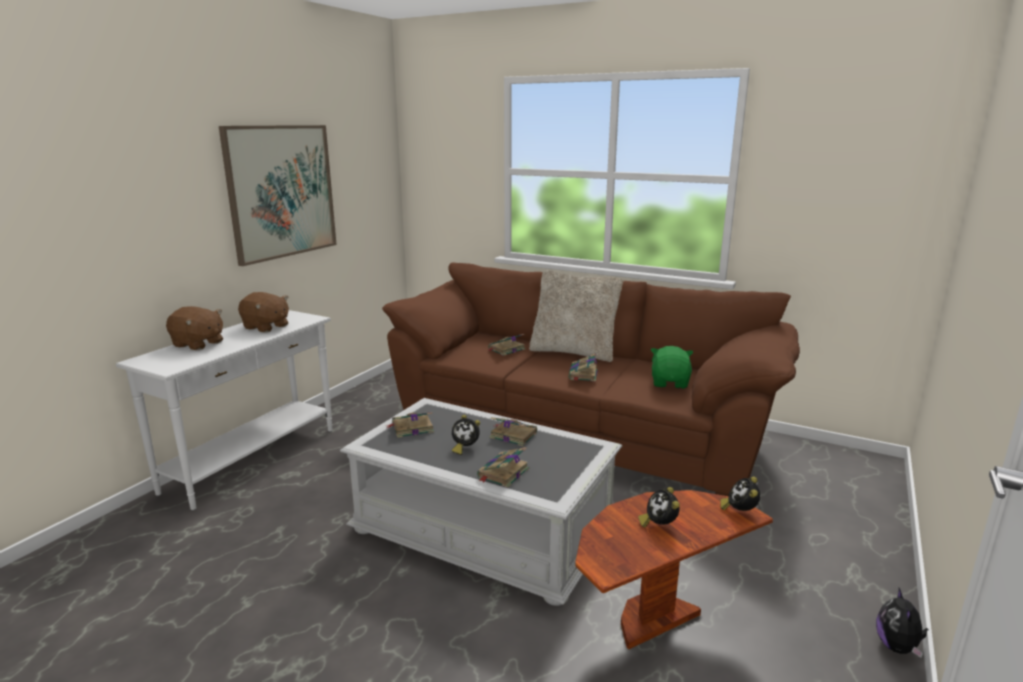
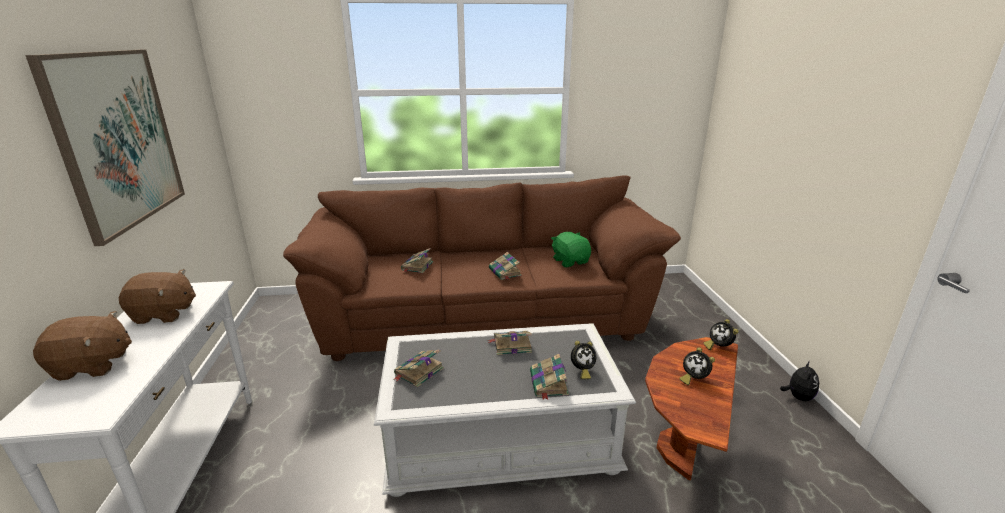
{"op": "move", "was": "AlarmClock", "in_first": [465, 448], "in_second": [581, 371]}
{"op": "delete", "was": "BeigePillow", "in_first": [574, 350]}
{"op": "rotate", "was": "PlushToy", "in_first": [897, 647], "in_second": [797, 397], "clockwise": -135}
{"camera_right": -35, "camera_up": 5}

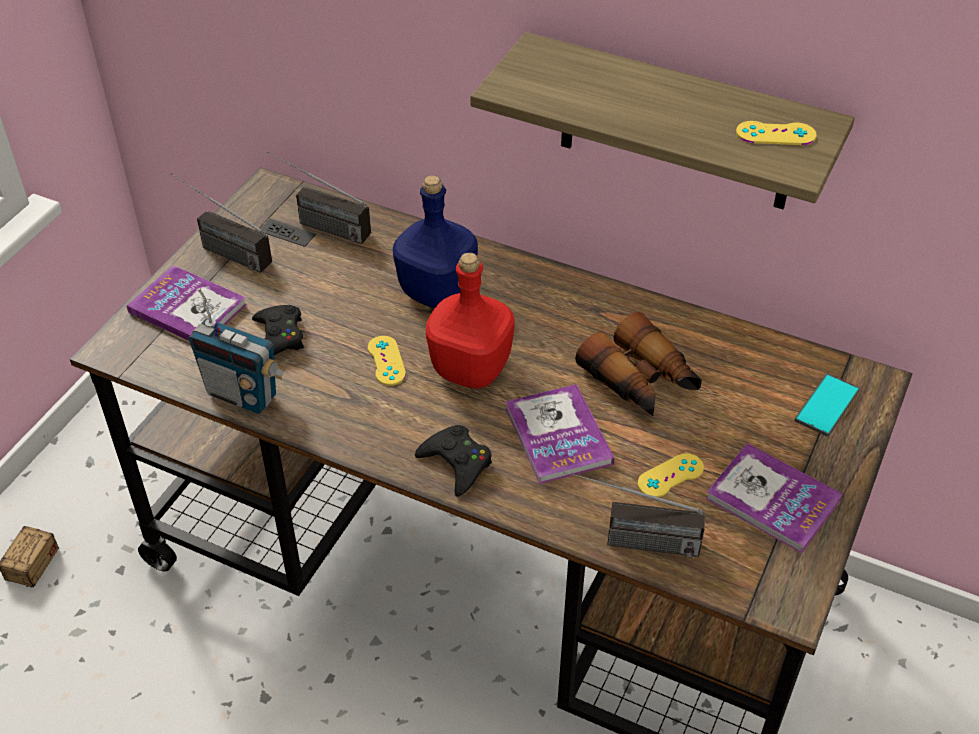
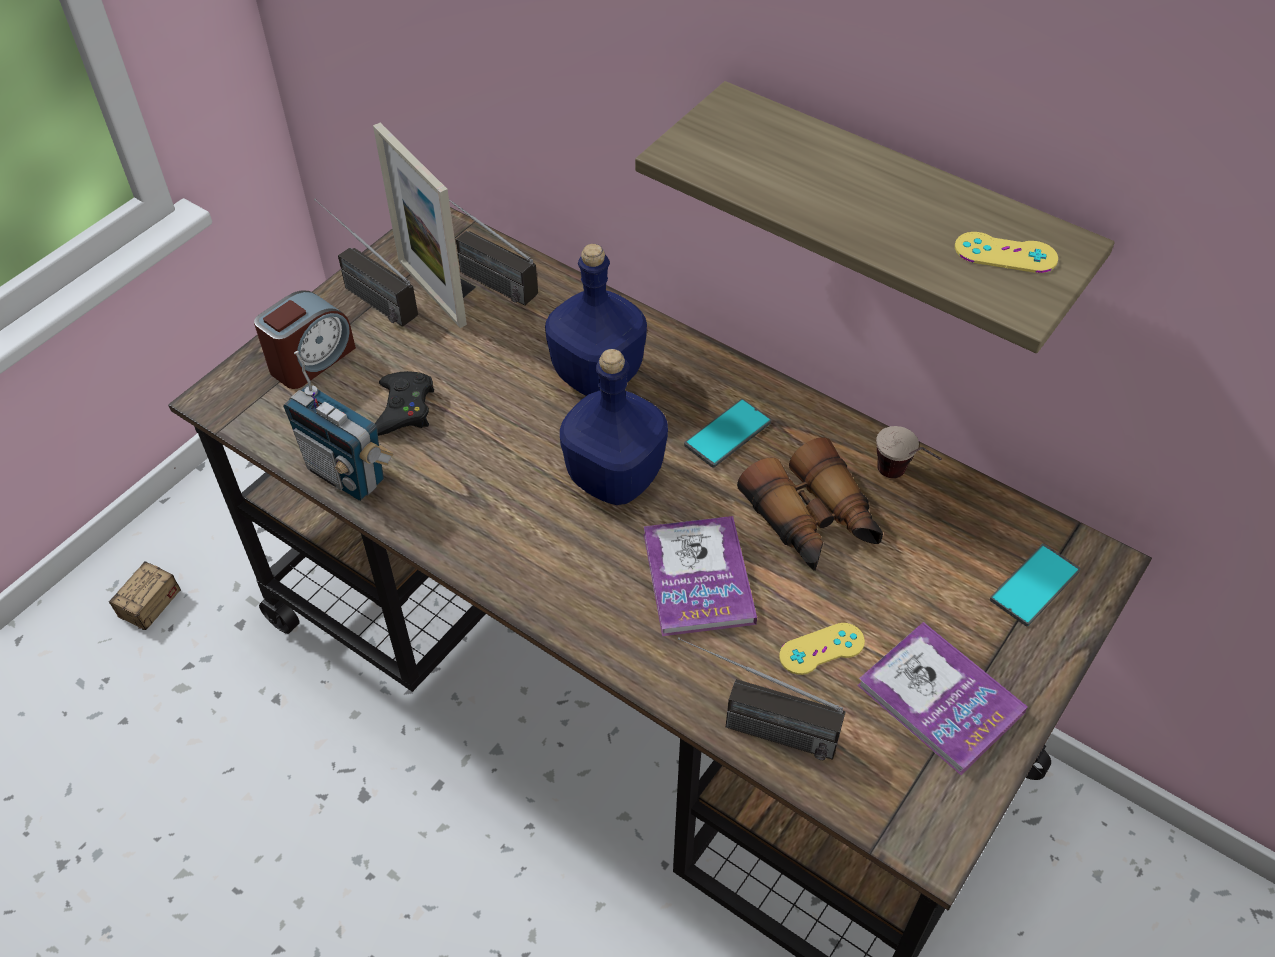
{"op": "replace", "was": "Book", "now": "AlarmClock", "in_first": [188, 308], "in_second": [311, 360]}
{"op": "delete", "was": "YellowGameController", "in_first": [386, 361]}
{"op": "delete", "was": "BlackGameController", "in_first": [456, 463]}
{"op": "recolor", "was": "RedBottle", "now": "BlueBottle", "in_first": [469, 368], "in_second": [613, 477]}
{"op": "insert", "now": "PictureFrame", "in_second": [431, 292]}
{"op": "insert", "now": "Phone", "in_second": [728, 434]}
{"op": "insert", "now": "Cup", "in_second": [902, 479]}
{"camera_right": 10, "camera_up": 5}

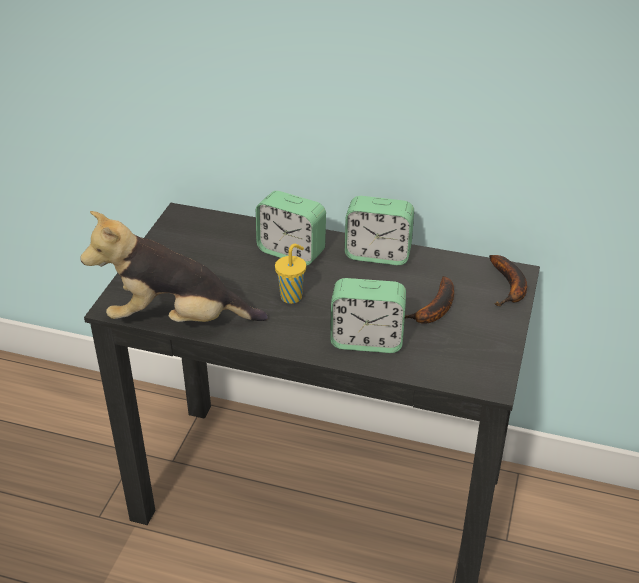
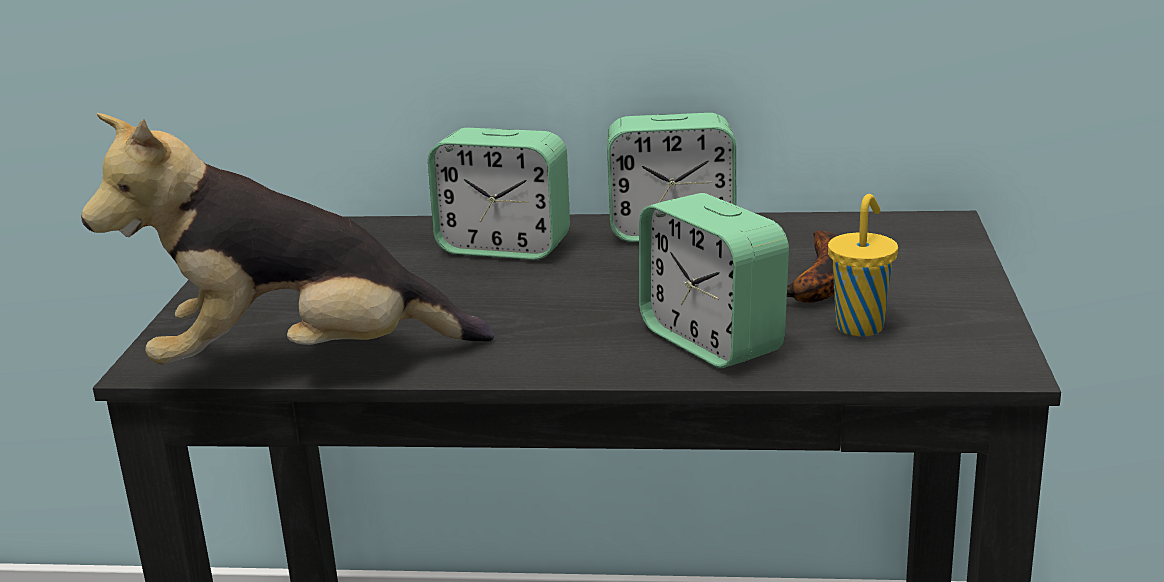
{"op": "move", "was": "YellowCup", "in_first": [292, 296], "in_second": [860, 326]}
{"op": "rotate", "was": "AlarmClock", "in_first": [367, 340], "in_second": [711, 341], "clockwise": 60}
{"op": "delete", "was": "Banana", "in_first": [509, 287]}
{"camera_right": -10, "camera_up": -15}

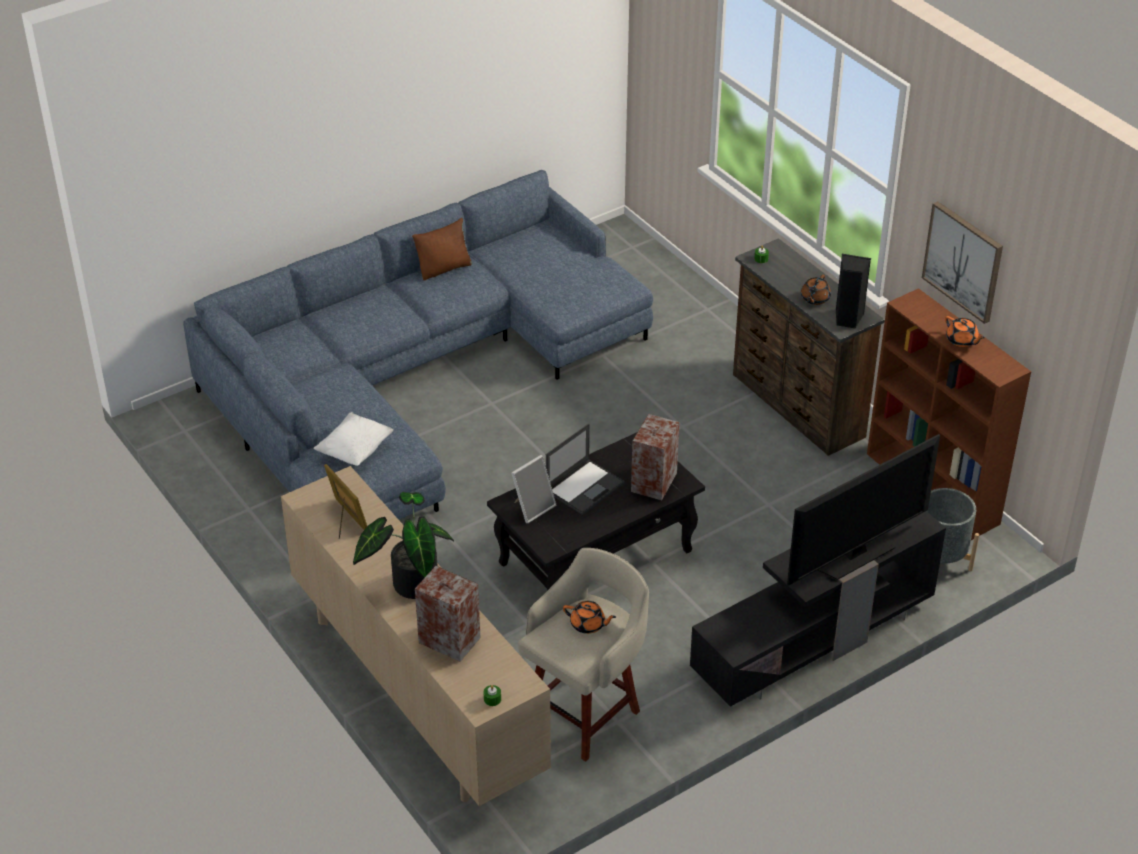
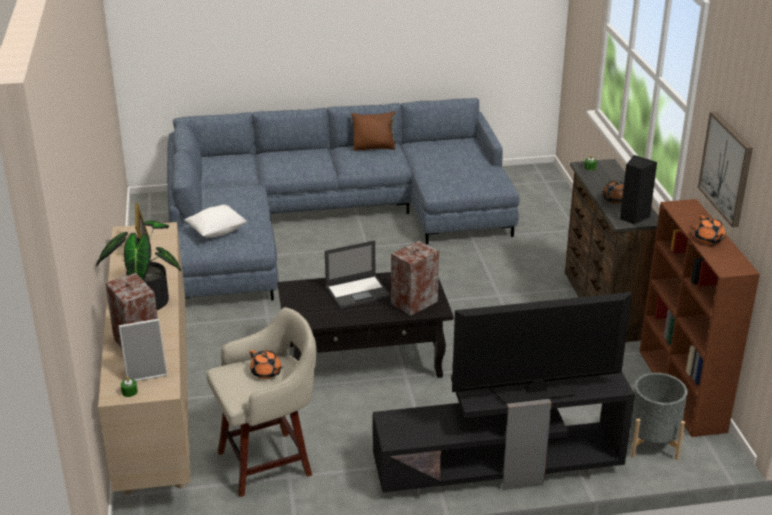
{"op": "move", "was": "PictureFrame", "in_first": [532, 507], "in_second": [146, 371]}
{"camera_right": 25, "camera_up": -10}

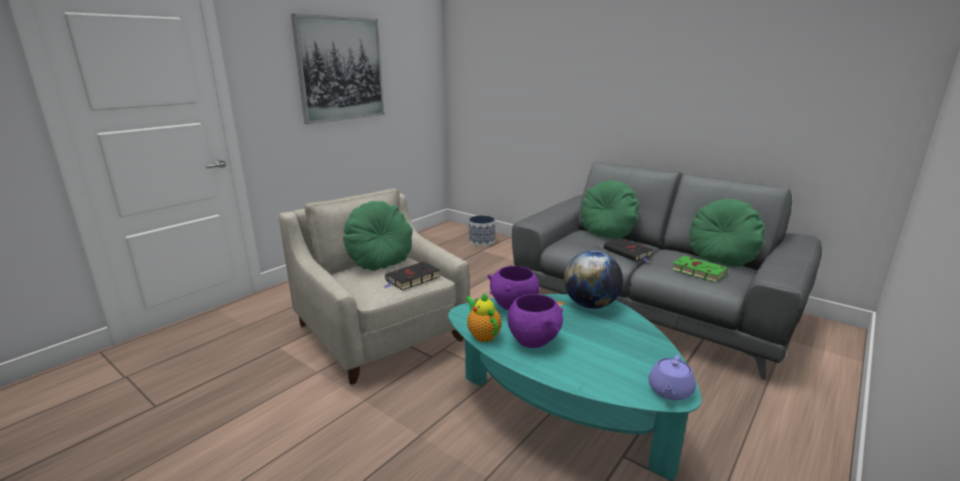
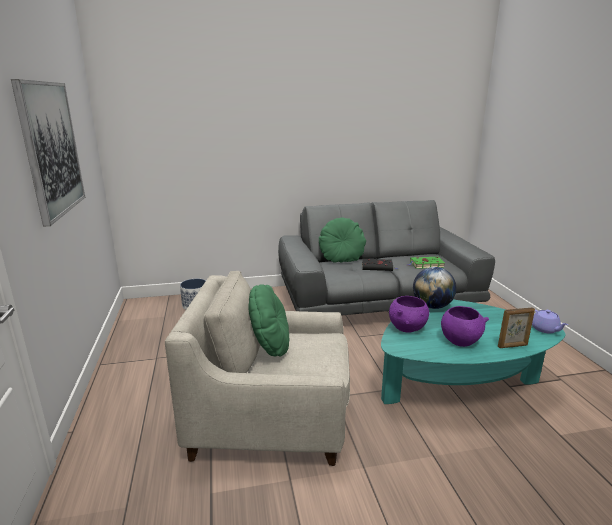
{"op": "delete", "was": "BlackBook", "in_first": [411, 279]}
{"op": "delete", "was": "Teapot", "in_first": [483, 335]}
{"op": "delete", "was": "GreenPillow", "in_first": [721, 261]}
{"op": "insert", "now": "PictureFrame", "in_second": [513, 346]}
{"camera_right": -50, "camera_up": 0}

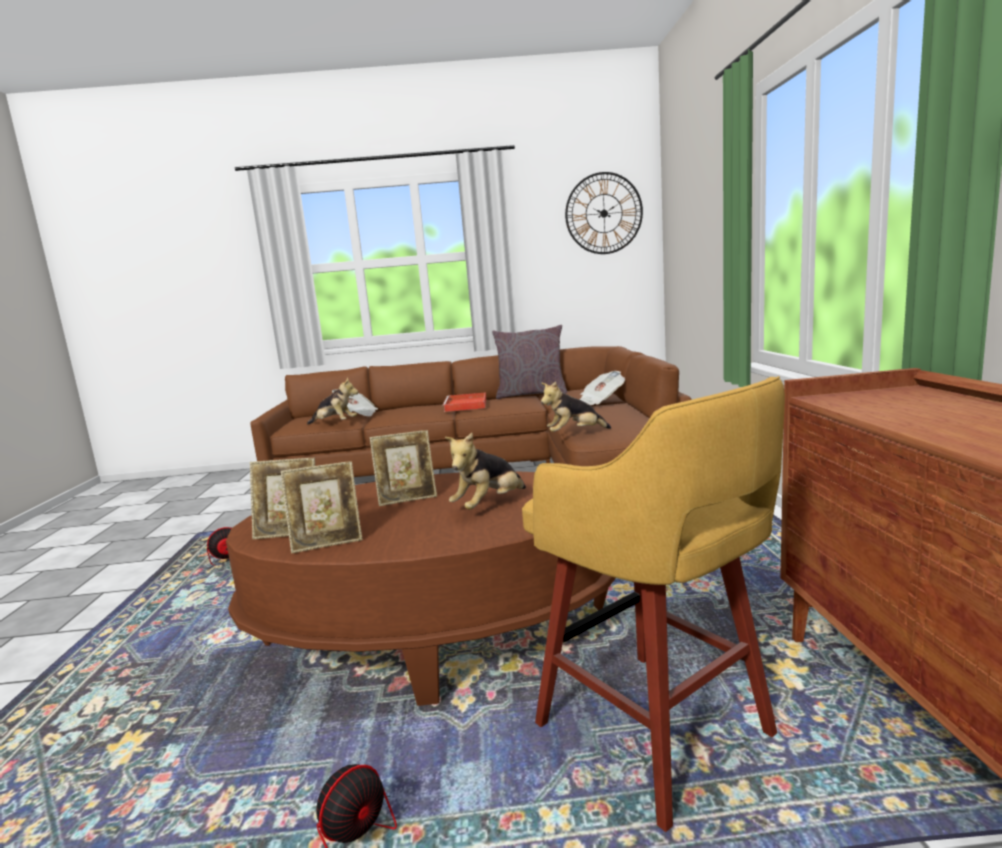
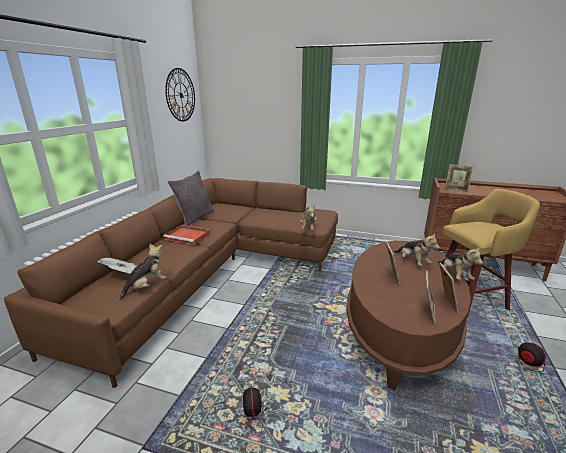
{"op": "delete", "was": "Newspaper", "in_first": [599, 402]}
{"op": "insert", "now": "PlushToy", "in_second": [455, 275]}
{"op": "insert", "now": "PictureFrame", "in_second": [456, 189]}
{"camera_right": -70, "camera_up": 10}

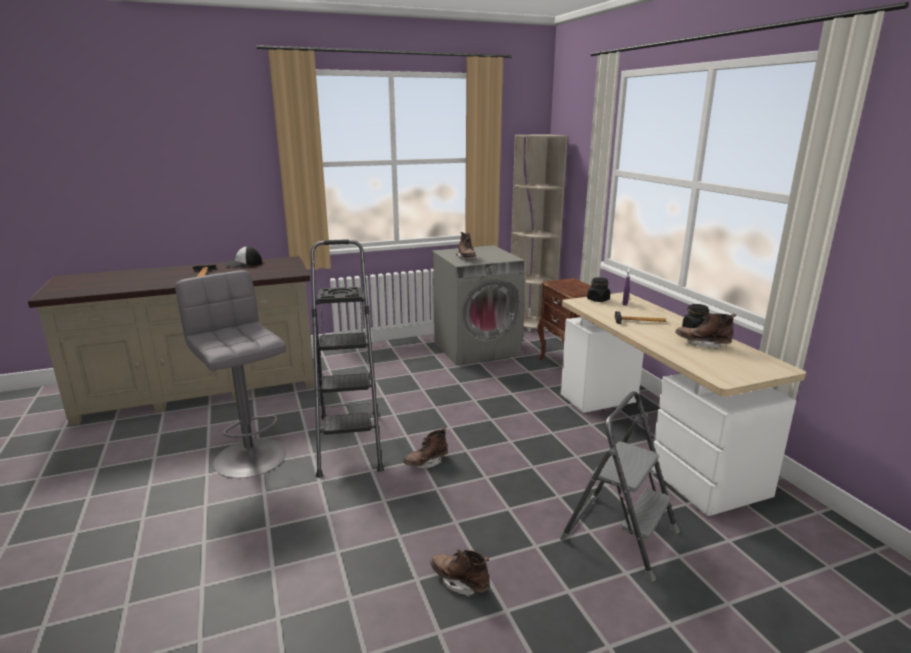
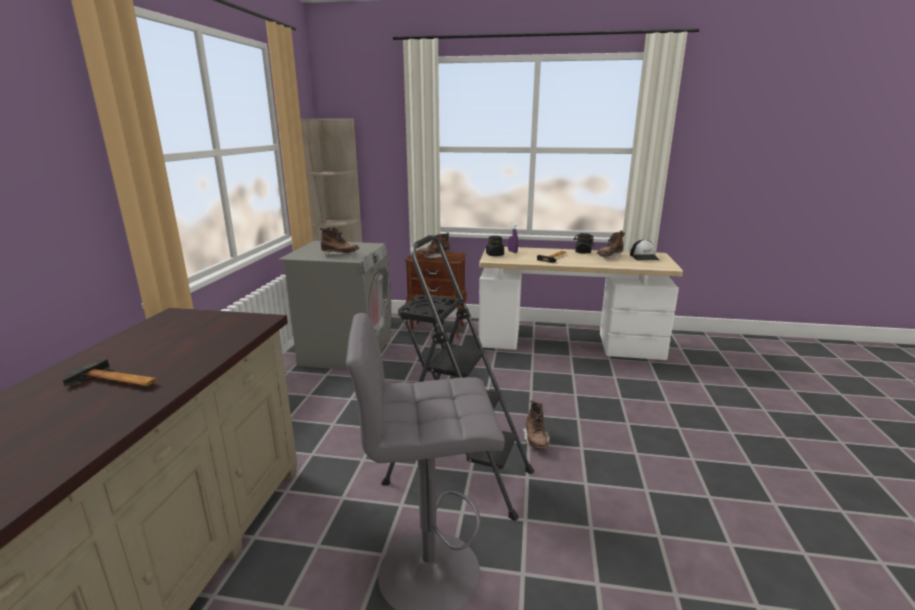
{"op": "move", "was": "Cap", "in_first": [242, 264], "in_second": [644, 257]}
{"op": "move", "was": "BrownBoot", "in_first": [459, 581], "in_second": [434, 257]}
{"op": "delete", "was": "GreyStepLadder", "in_first": [615, 532]}
{"camera_right": -60, "camera_up": 0}

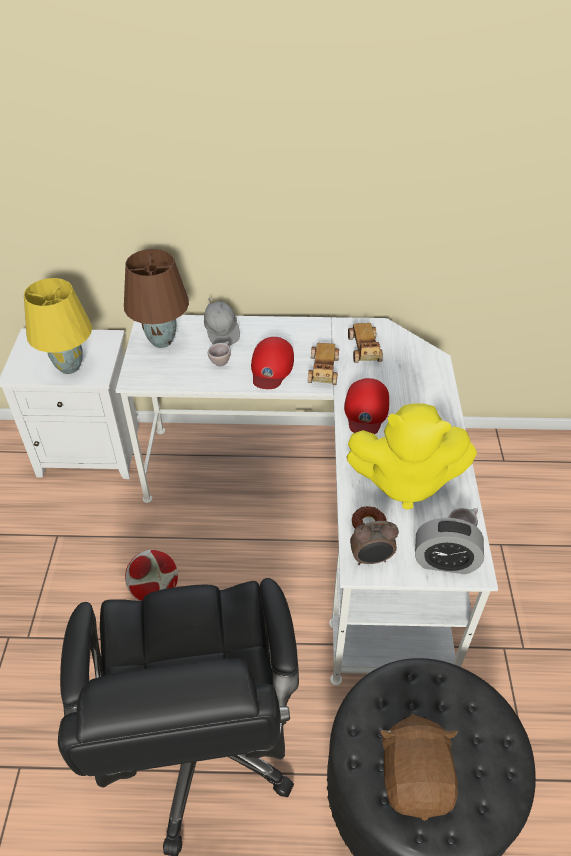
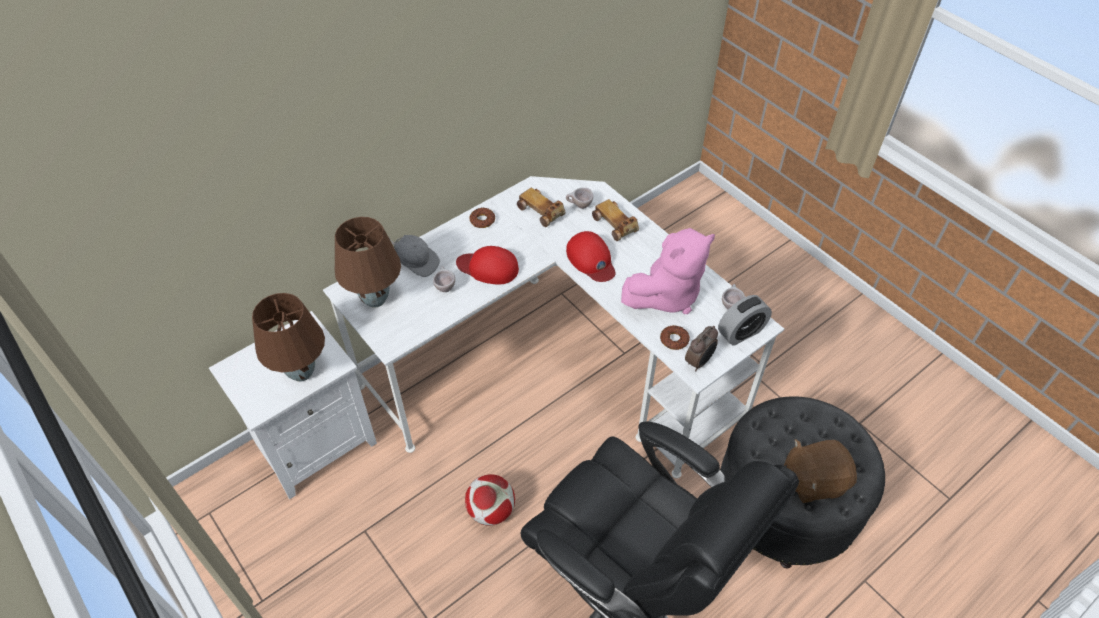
{"op": "recolor", "was": "YellowTableLamp", "now": "BrownTableLamp", "in_first": [70, 367], "in_second": [301, 372]}
{"op": "rotate", "was": "RedCap", "in_first": [271, 367], "in_second": [488, 268], "clockwise": 135}
{"op": "move", "was": "ToyCar", "in_first": [323, 371], "in_second": [615, 225]}
{"op": "recolor", "was": "YellowPlushToy", "now": "PinkPlushToy", "in_first": [405, 481], "in_second": [666, 295]}
{"op": "rotate", "was": "BrownPlushToy", "in_first": [415, 777], "in_second": [813, 480], "clockwise": -60}
{"op": "insert", "now": "Donut", "in_second": [482, 220]}
{"op": "insert", "now": "BeigeCup", "in_second": [579, 206]}
{"camera_right": -40, "camera_up": 5}

